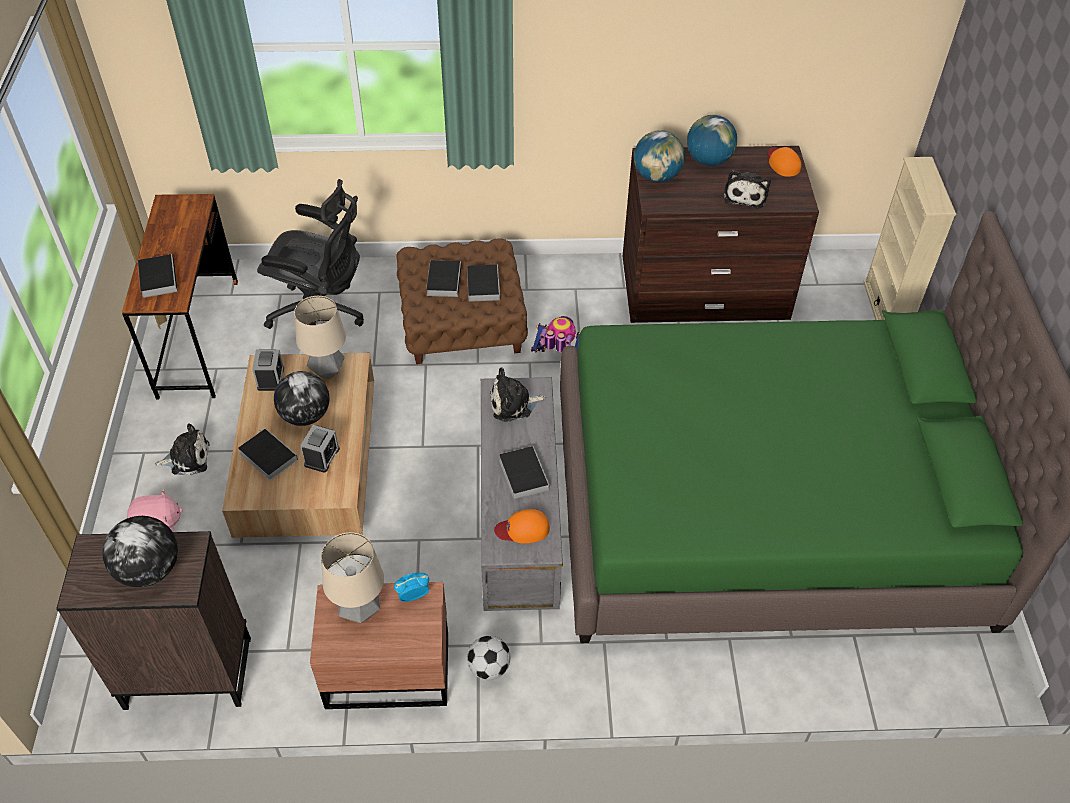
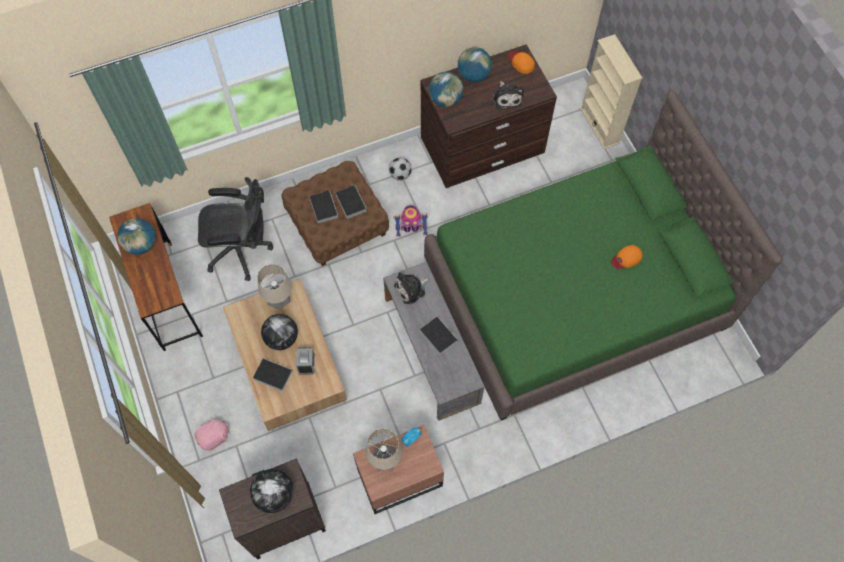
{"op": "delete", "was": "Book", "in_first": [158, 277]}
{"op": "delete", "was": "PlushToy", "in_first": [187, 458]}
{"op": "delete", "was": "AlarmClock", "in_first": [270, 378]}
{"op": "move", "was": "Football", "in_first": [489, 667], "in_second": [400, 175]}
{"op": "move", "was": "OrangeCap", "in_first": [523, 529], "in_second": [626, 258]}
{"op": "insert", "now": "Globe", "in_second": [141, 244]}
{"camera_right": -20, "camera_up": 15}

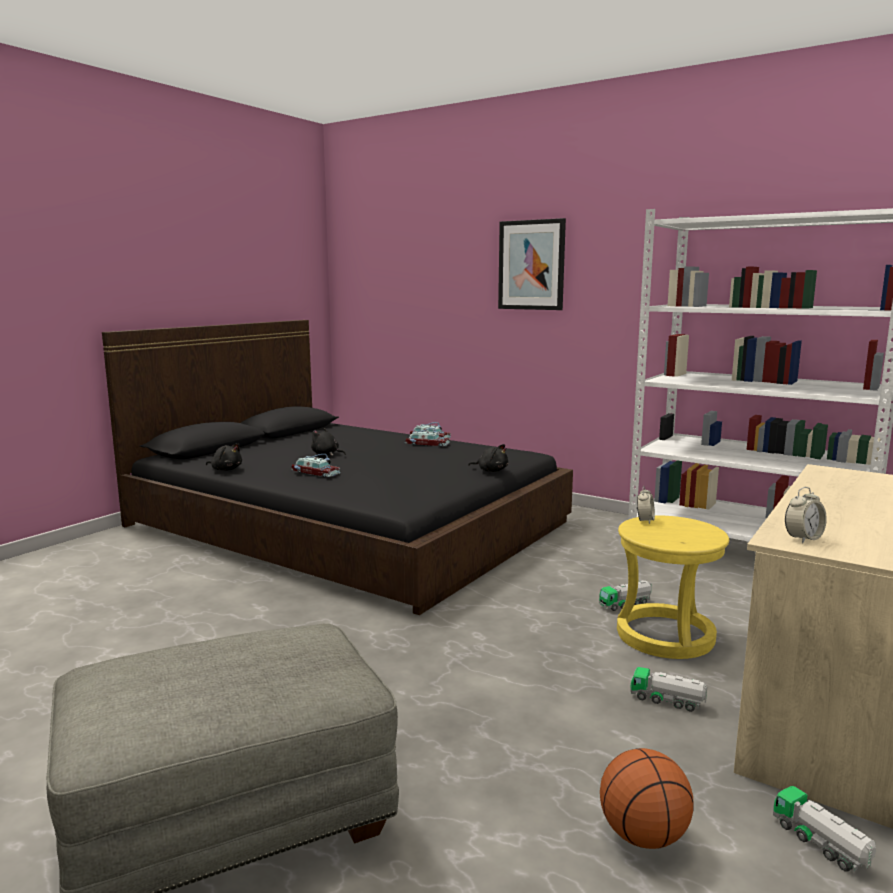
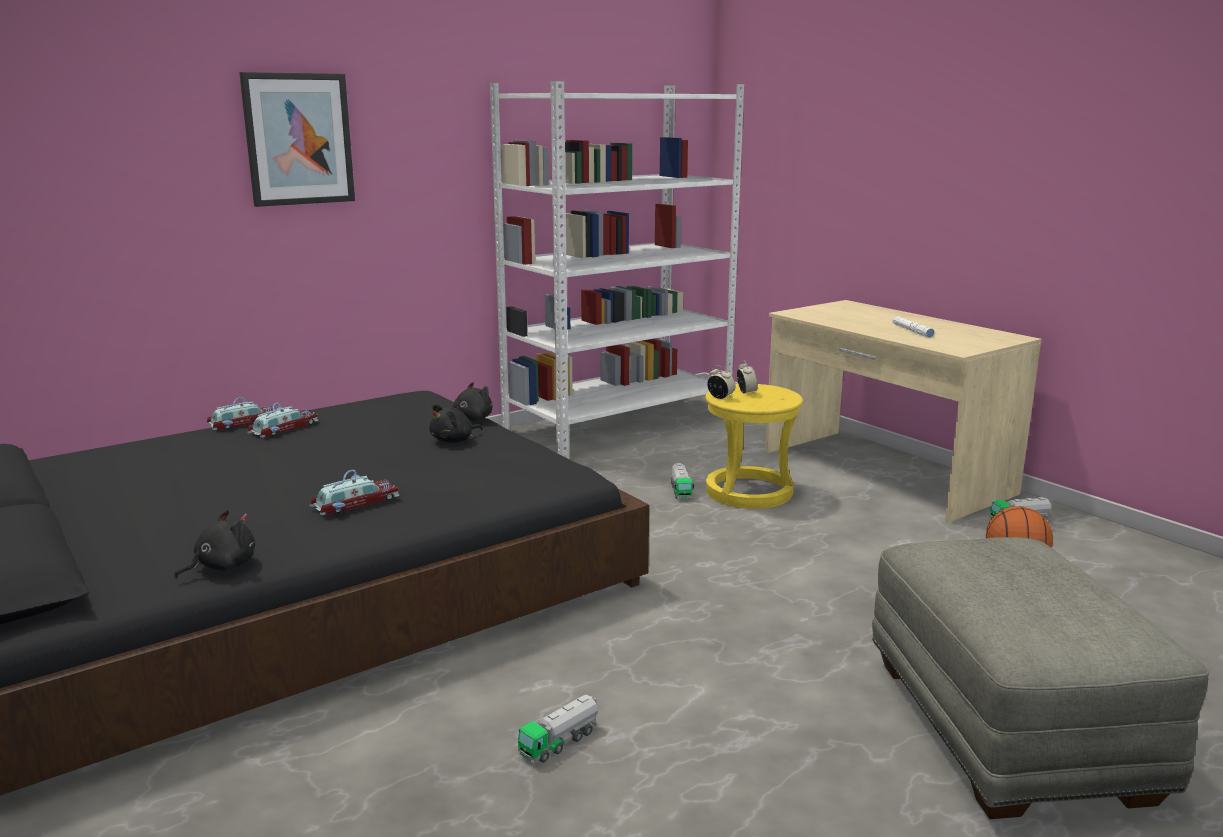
{"op": "move", "was": "BlackPlushToy", "in_first": [326, 454], "in_second": [454, 440]}
{"op": "move", "was": "ToyTruck", "in_first": [667, 700], "in_second": [559, 742]}
{"op": "move", "was": "AlarmClock", "in_first": [803, 538], "in_second": [746, 392]}
{"op": "insert", "now": "WhiteFlashlight", "in_second": [912, 331]}
{"camera_right": -70, "camera_up": 5}

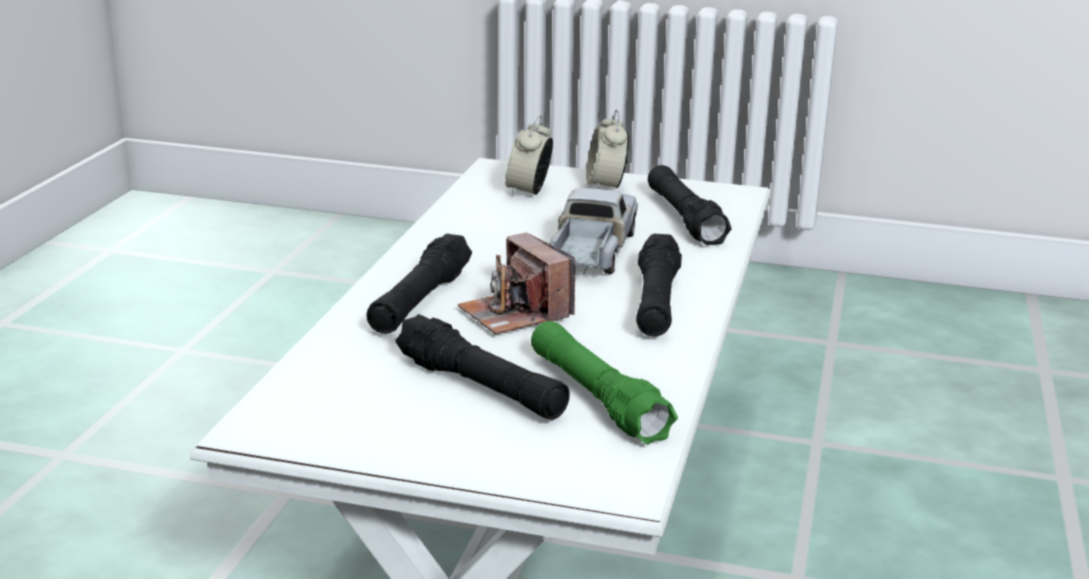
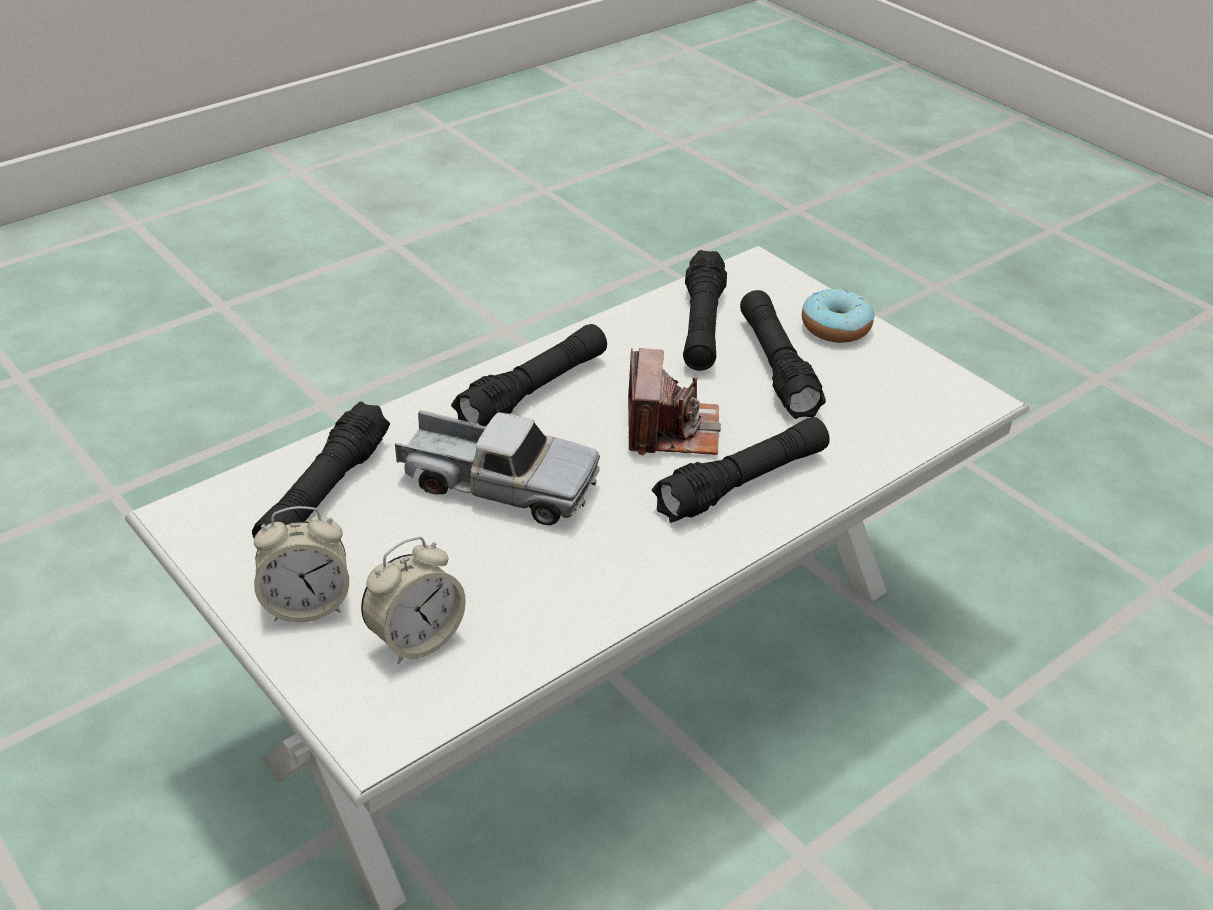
{"op": "recolor", "was": "GreenFlashlight", "now": "BlackFlashlight", "in_first": [596, 398], "in_second": [701, 326]}
{"op": "rotate", "was": "ToyTruck", "in_first": [591, 251], "in_second": [497, 484], "clockwise": -120}
{"op": "rotate", "was": "AlarmClock", "in_first": [606, 186], "in_second": [306, 605], "clockwise": 45}
{"op": "insert", "now": "Donut", "in_second": [835, 327]}
{"camera_right": -145, "camera_up": 15}

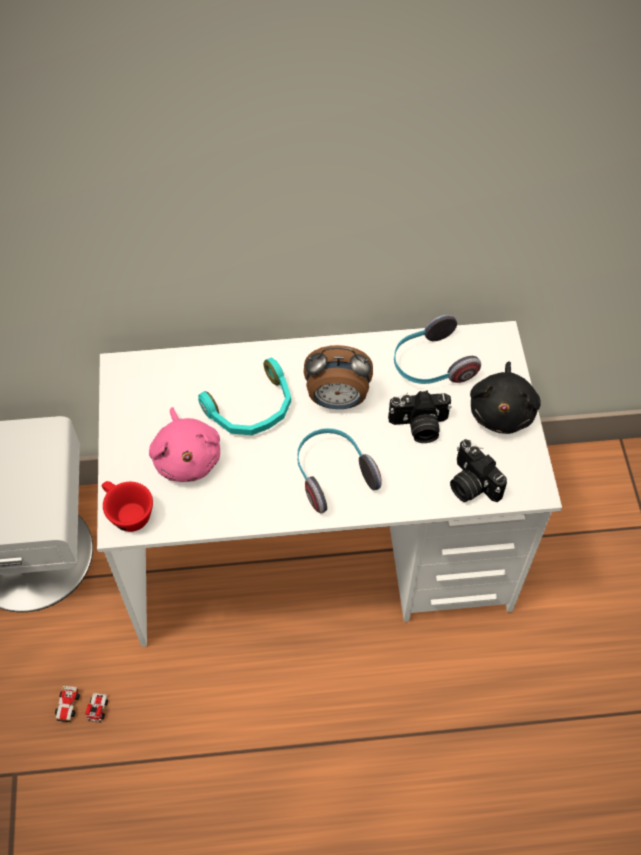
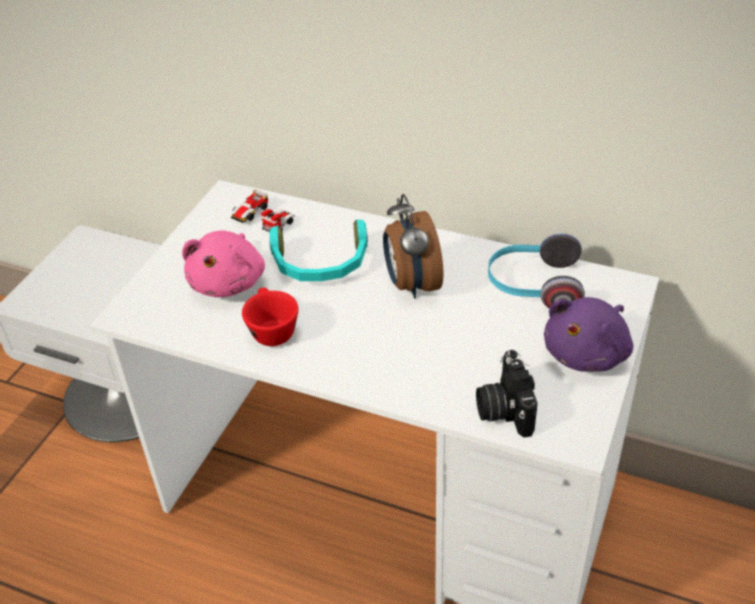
{"op": "move", "was": "ToyCar", "in_first": [82, 708], "in_second": [263, 220]}
{"op": "move", "was": "RedCup", "in_first": [126, 513], "in_second": [271, 329]}
{"op": "delete", "was": "Headphones", "in_first": [332, 474]}
{"op": "rotate", "was": "AlarmClock", "in_first": [337, 400], "in_second": [411, 284], "clockwise": 45}
{"op": "delete", "was": "PhotoCamera", "in_first": [419, 426]}
{"op": "recolor", "was": "BlackPlushToy", "now": "PurplePlushToy", "in_first": [502, 411], "in_second": [588, 353]}
{"camera_right": 30, "camera_up": -15}

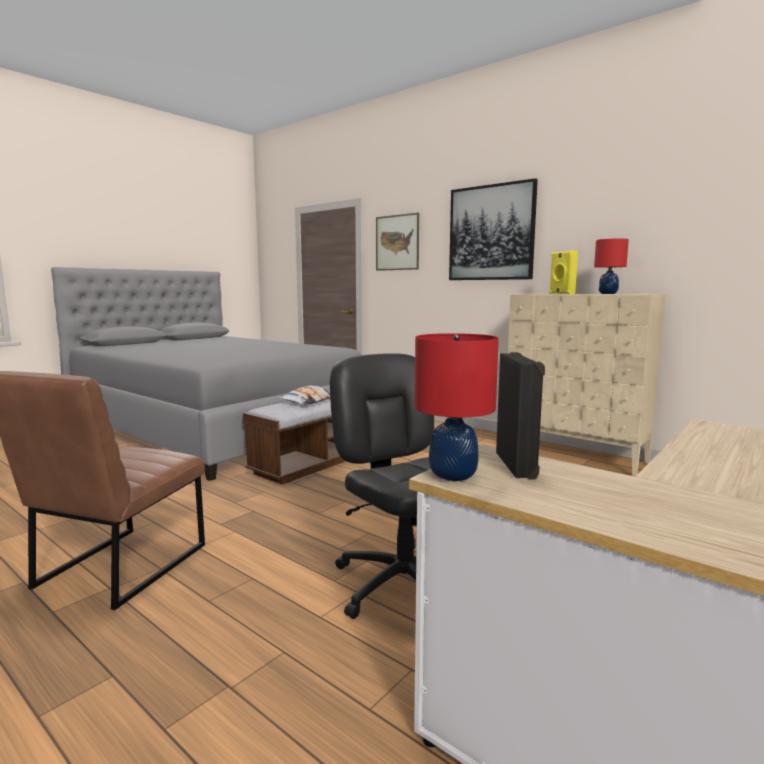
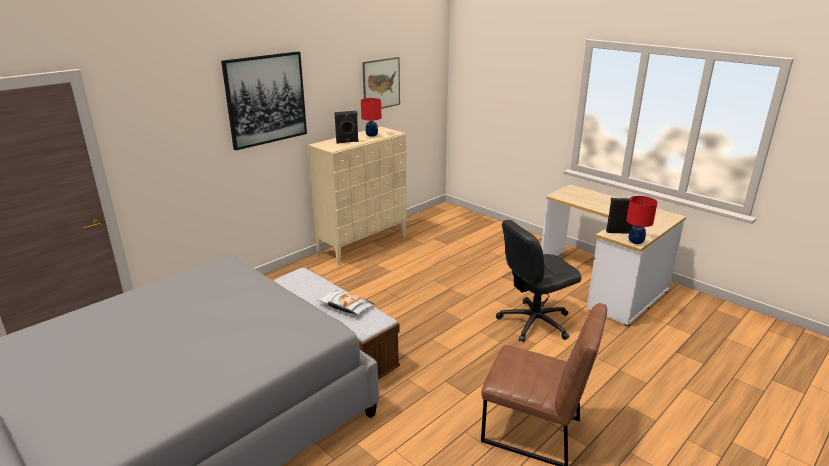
{"op": "move", "was": "Picture", "in_first": [397, 242], "in_second": [381, 84]}
{"op": "recolor", "was": "YellowSpeaker", "now": "BlackSpeaker", "in_first": [561, 293], "in_second": [347, 142]}
{"camera_right": -85, "camera_up": 15}

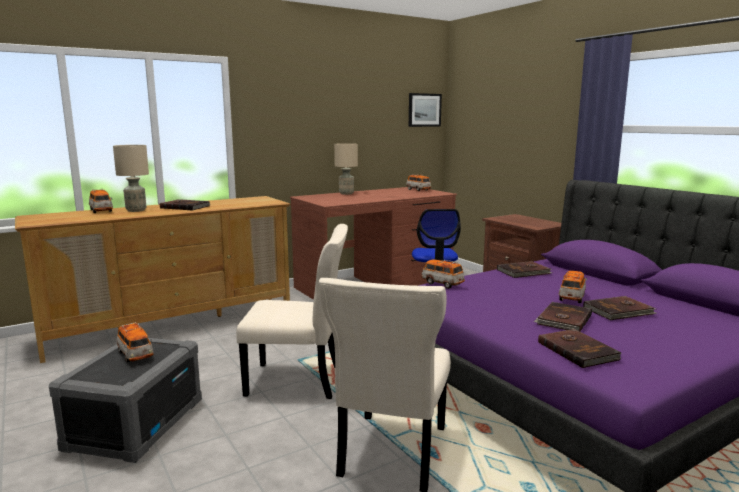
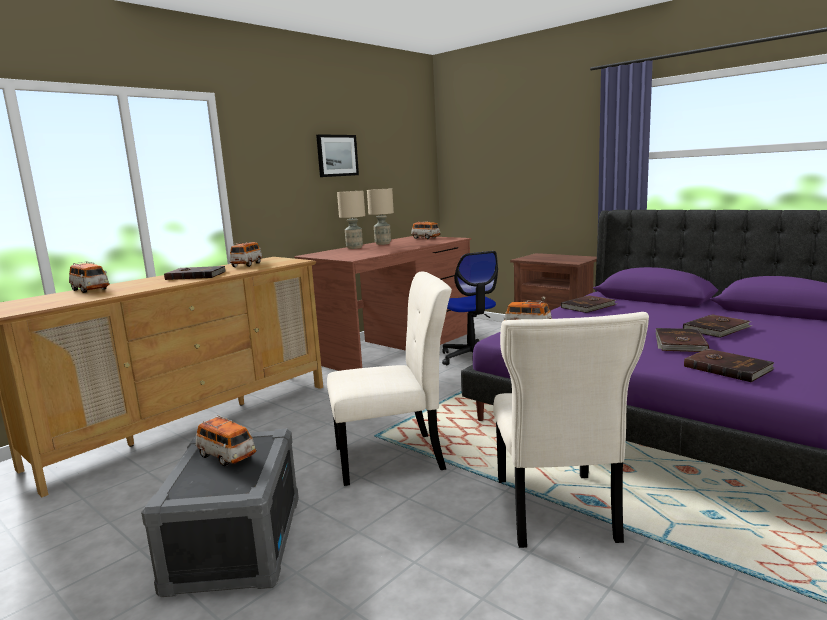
{"op": "move", "was": "BeigeTableLamp", "in_first": [135, 210], "in_second": [382, 244]}
{"op": "move", "was": "Picture", "in_first": [424, 110], "in_second": [337, 155]}
{"op": "move", "was": "ToyCar", "in_first": [571, 297], "in_second": [247, 265]}
{"camera_right": -15, "camera_up": 0}

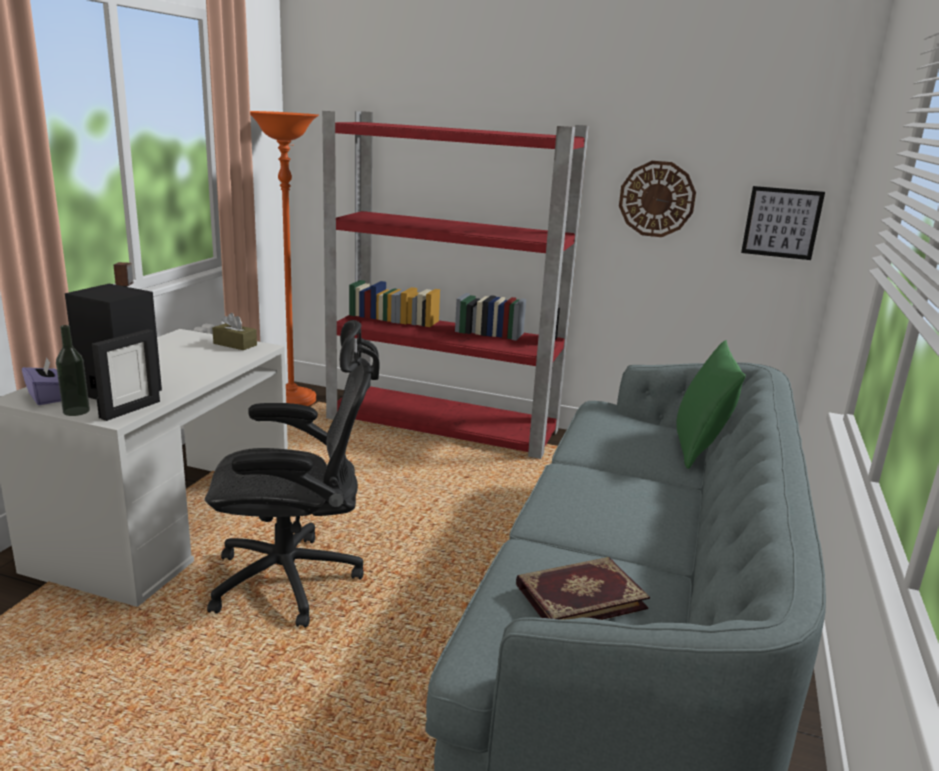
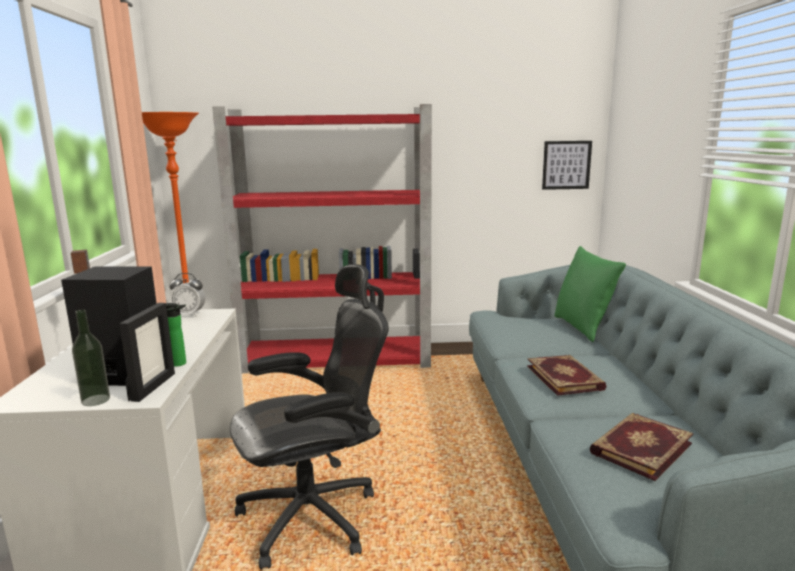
{"op": "delete", "was": "PurpleTissueBox", "in_first": [48, 397]}
{"op": "replace", "was": "BrownTissueBox", "now": "AlarmClock", "in_first": [235, 344], "in_second": [189, 314]}
{"op": "delete", "was": "WallClock", "in_first": [656, 199]}
{"op": "insert", "now": "Bottle", "in_second": [181, 364]}
{"op": "insert", "now": "Book", "in_second": [565, 377]}
{"camera_right": -20, "camera_up": -5}

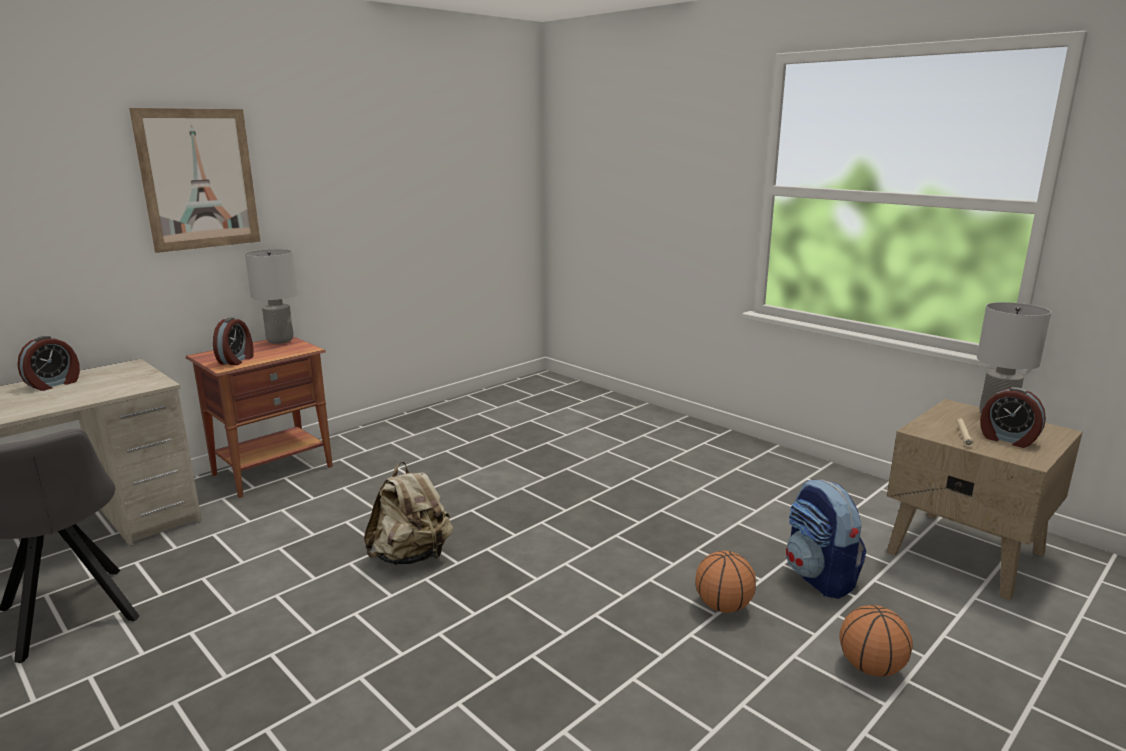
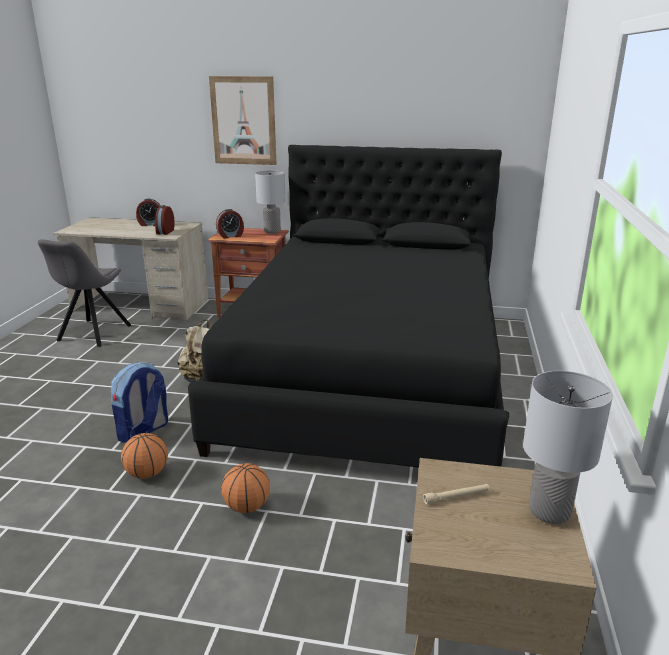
{"op": "move", "was": "Backpack", "in_first": [820, 578], "in_second": [143, 431]}
{"op": "move", "was": "Basketball", "in_first": [870, 668], "in_second": [147, 474]}
{"op": "move", "was": "AlarmClock", "in_first": [1007, 439], "in_second": [165, 232]}
{"op": "insert", "now": "BlackBed", "in_second": [369, 373]}
{"camera_right": 55, "camera_up": 5}

